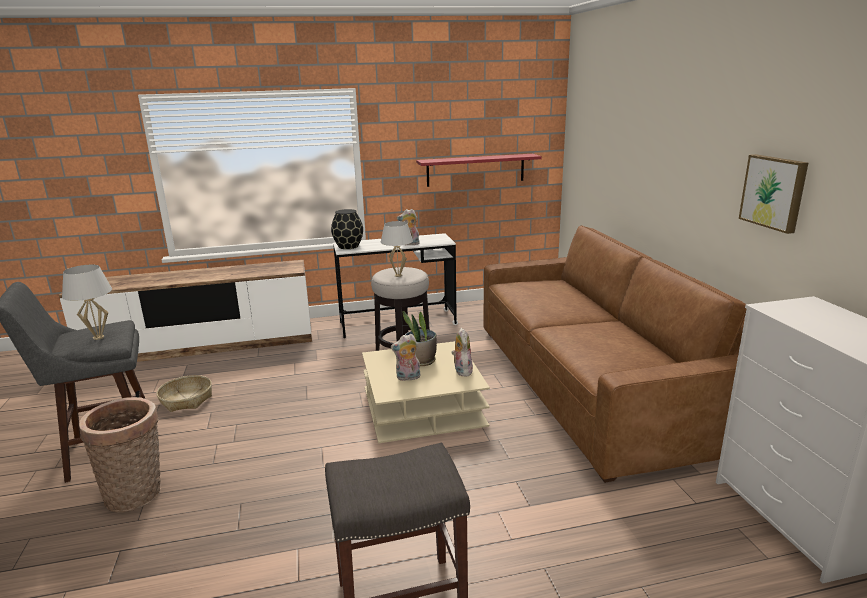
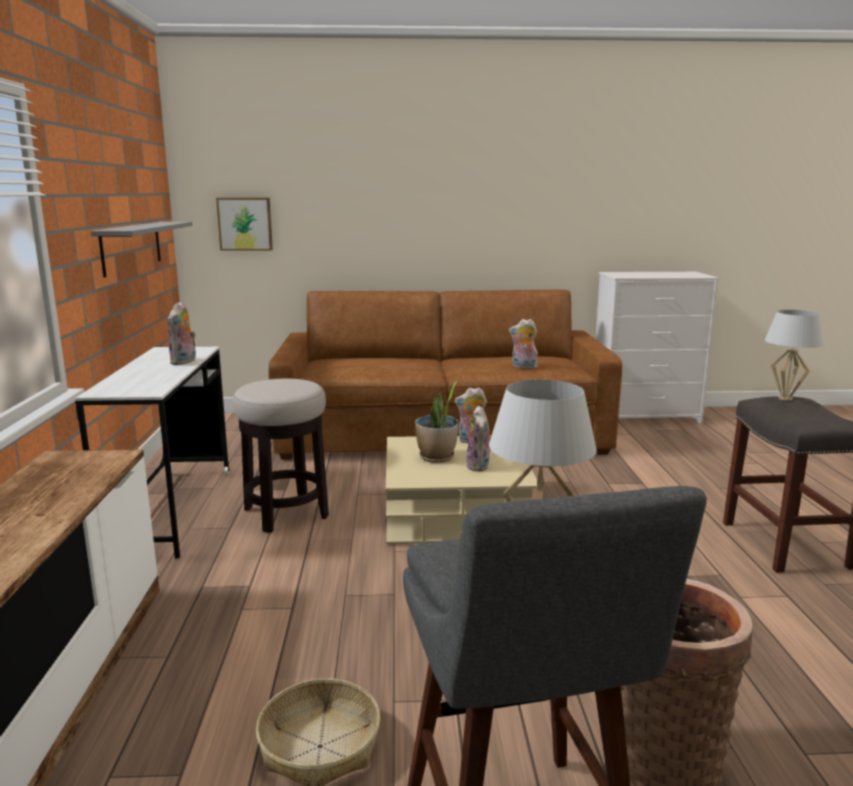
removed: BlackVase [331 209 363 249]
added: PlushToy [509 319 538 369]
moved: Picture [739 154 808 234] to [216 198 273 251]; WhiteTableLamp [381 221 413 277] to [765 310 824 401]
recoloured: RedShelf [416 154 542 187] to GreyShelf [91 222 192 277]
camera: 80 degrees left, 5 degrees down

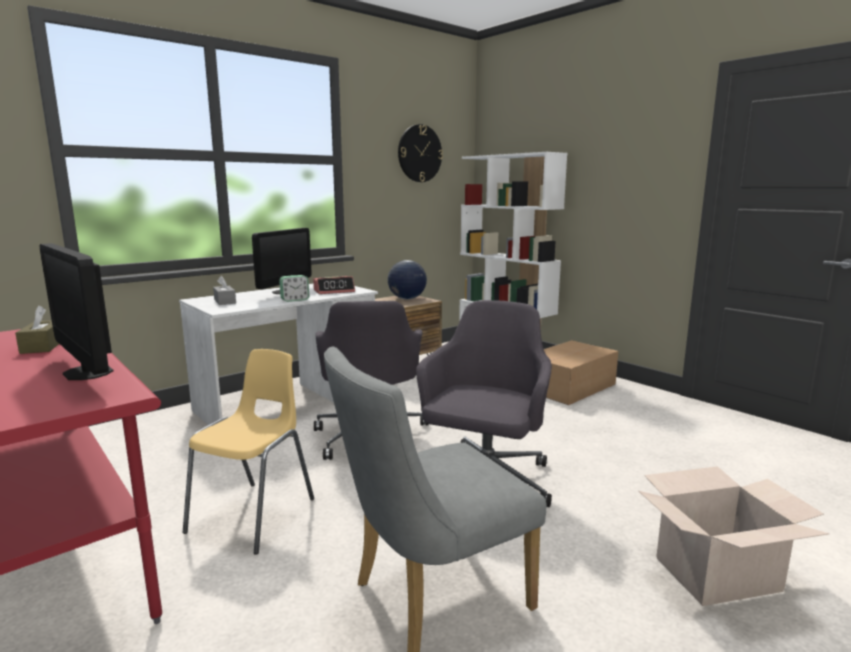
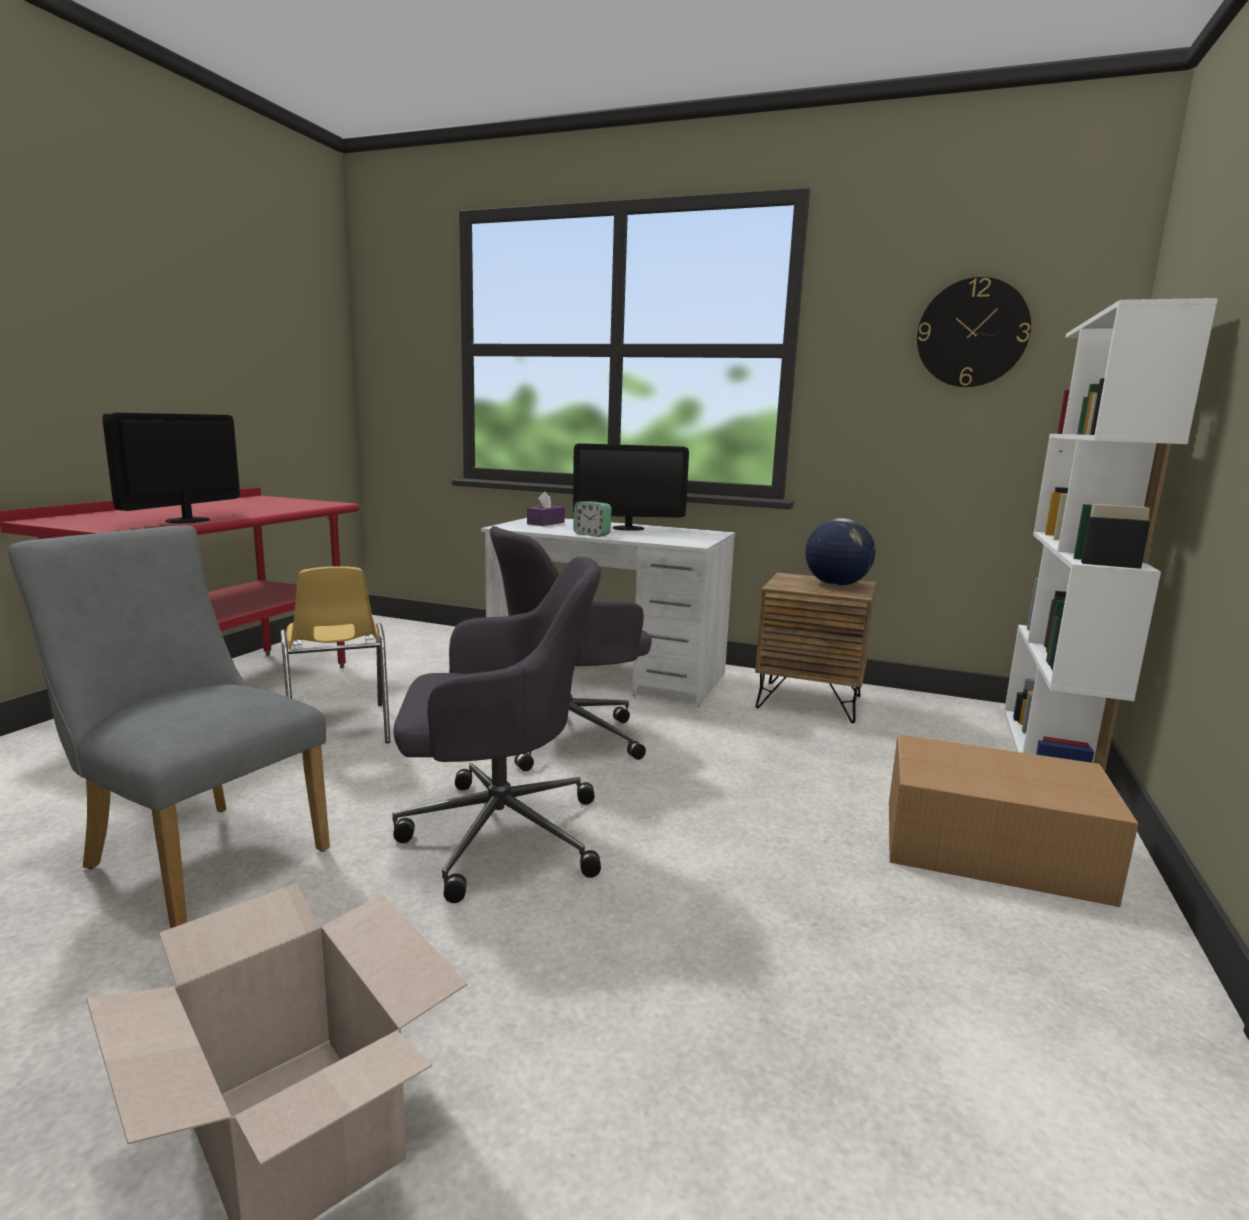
removed: AlarmClock [313 276 355 294]; BrownTissueBox [15 305 59 354]
recoloured: GreyTissueBox [213 276 236 305] to PurpleTissueBox [527 492 565 526]
turned: YellowChair [182 349 314 554] = [280 566 390 743] 75 degrees clockwise
camera: 60 degrees right, 0 degrees up

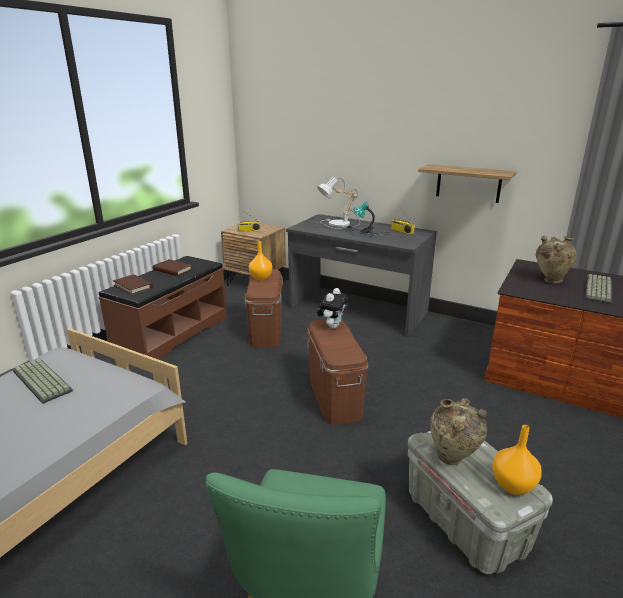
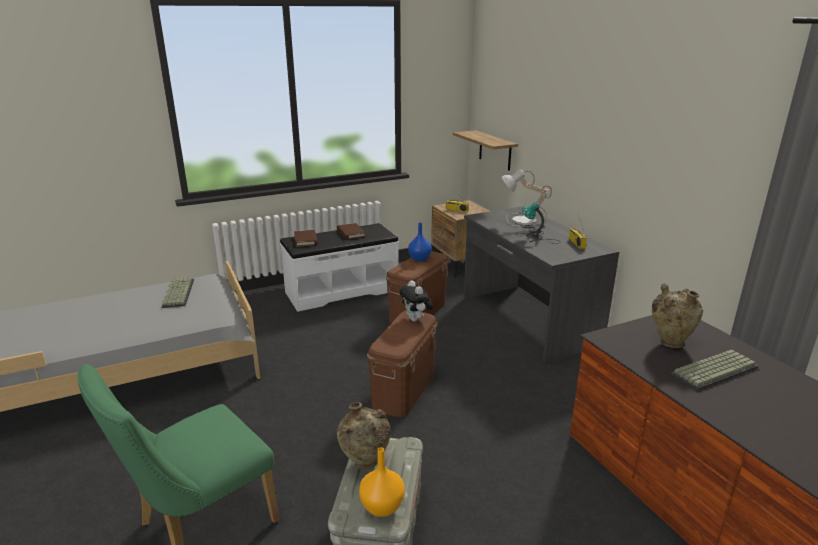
moved: Shelf [418 164 516 203] to [453 130 518 171]
recoloured: OrangeVase [249 241 272 280] to BlueVase [408 222 432 261]; BrownBench [99 256 227 360] to WhiteBench [280 223 399 312]
turned: PlushToy [317 288 349 329] = [399 280 433 322] 90 degrees clockwise
camera: 35 degrees right, 0 degrees up

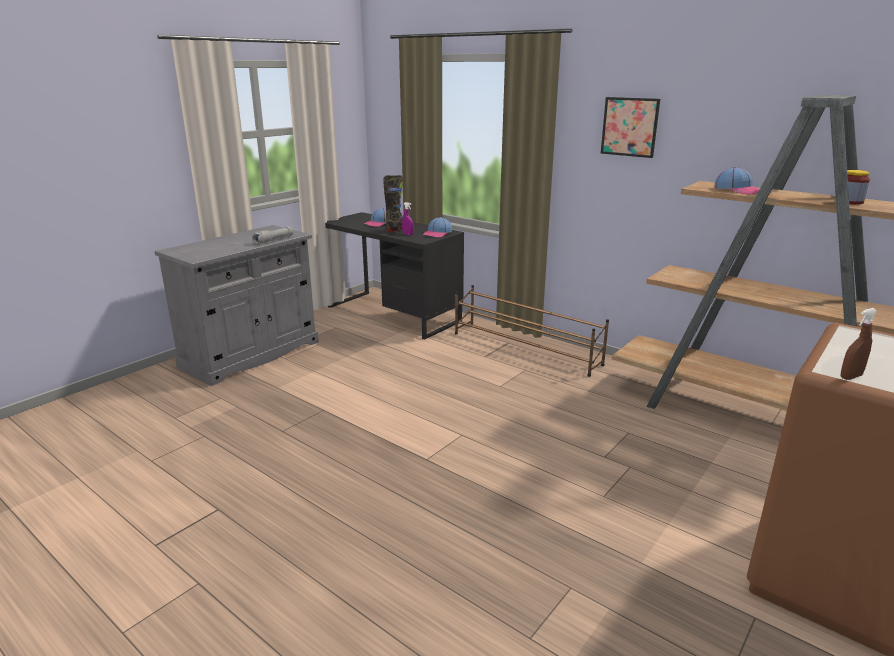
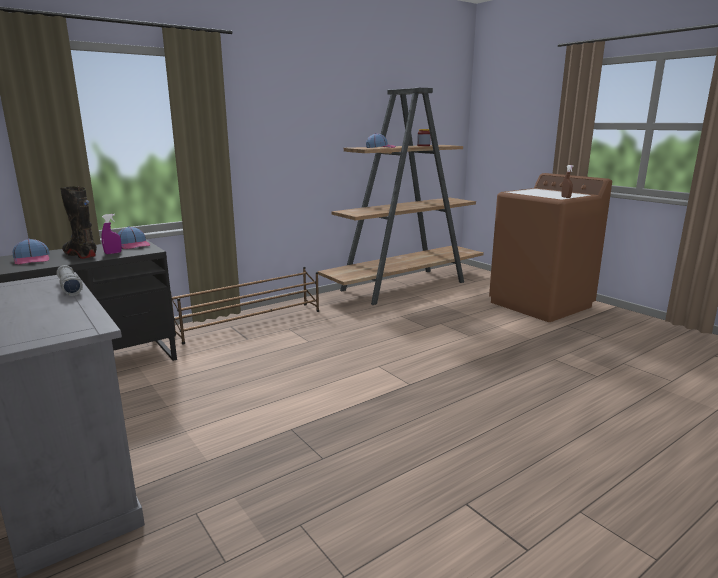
removed: Picture [601 97 660 158]
camera: 75 degrees left, 5 degrees down

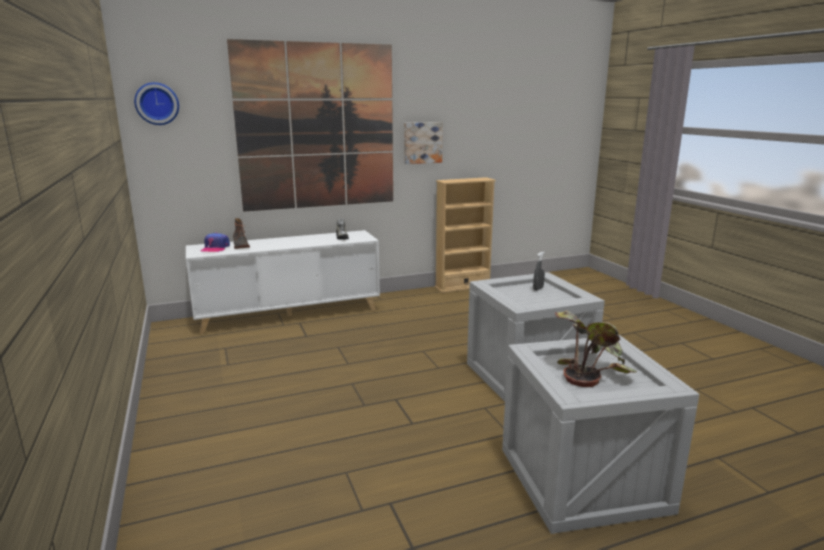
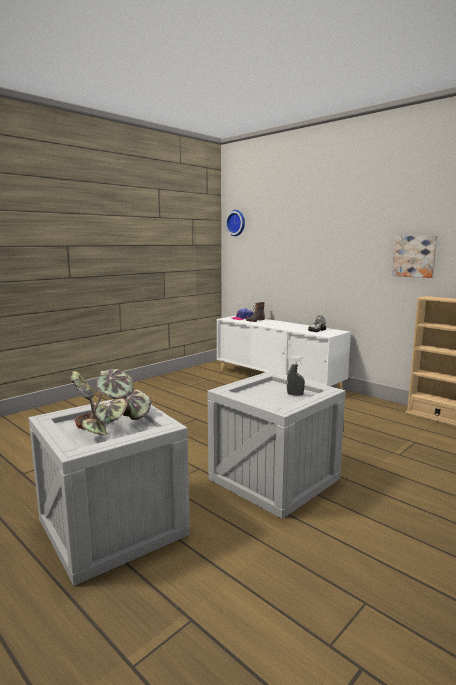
removed: Picture [227 39 393 212]
camera: 65 degrees right, 5 degrees down

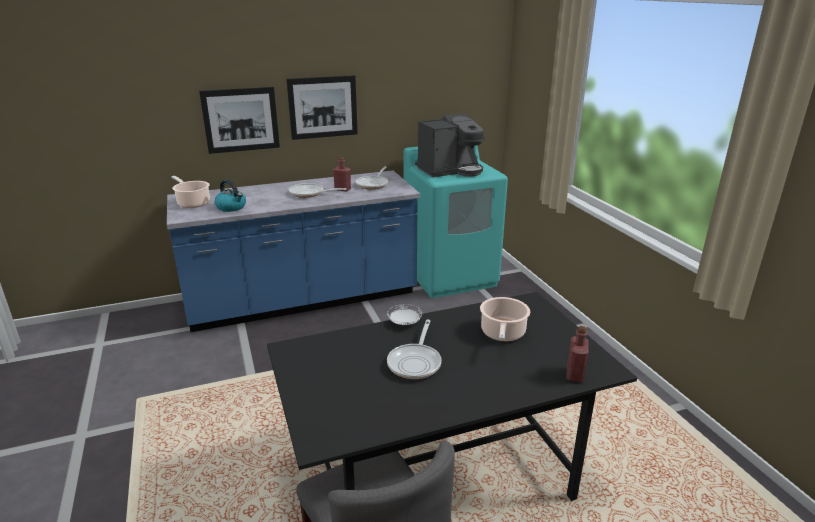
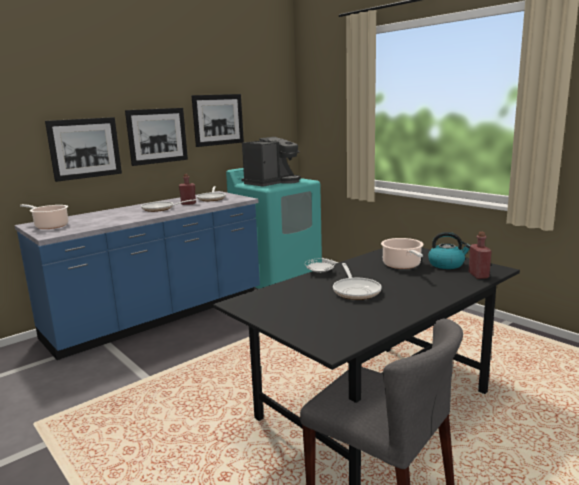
added: Picture [191 94 244 147]
moved: Kettle [215 179 246 212] to [428 232 470 269]
camera: 20 degrees left, 10 degrees down

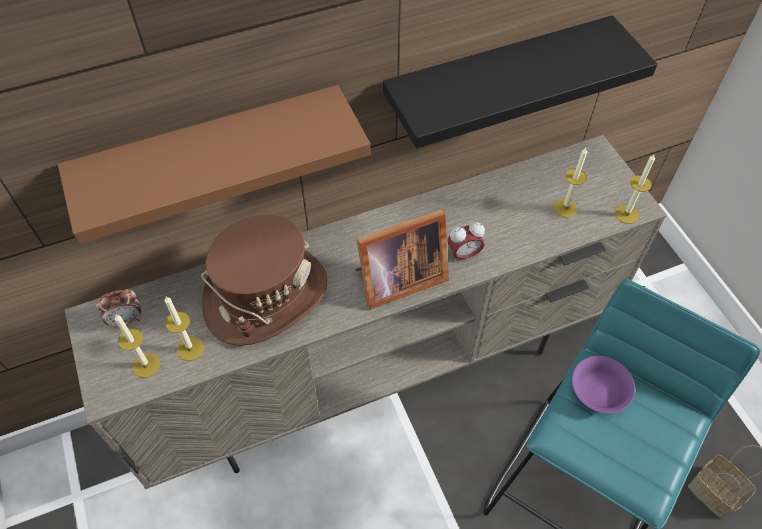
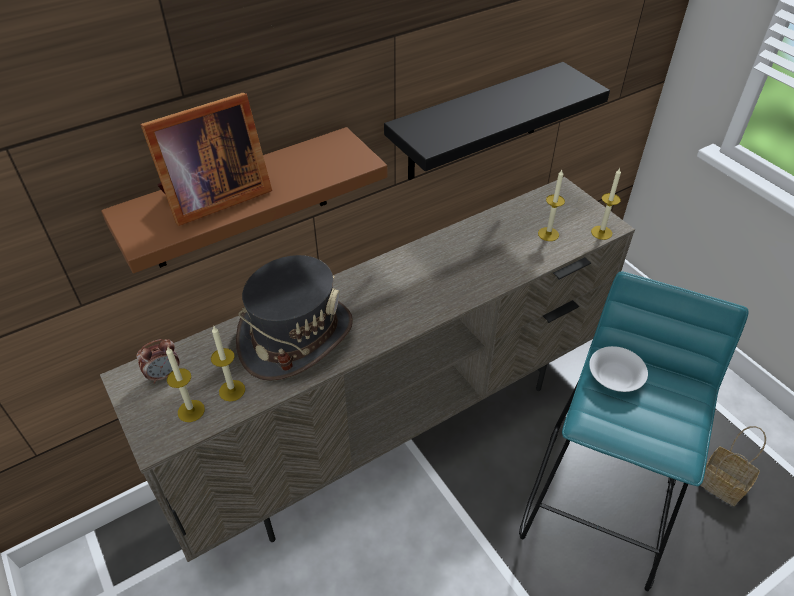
removed: AlarmClock [447 222 485 262]
moved: PictureFrame [356 209 449 310] to [141 92 272 226]
recoloured: BrownHat [201 215 327 346] to GreyHat [236 255 353 381]; PurpleBowl [572 356 635 413] to WhiteBowl [589 346 648 392]
camera: 10 degrees left, 10 degrees down

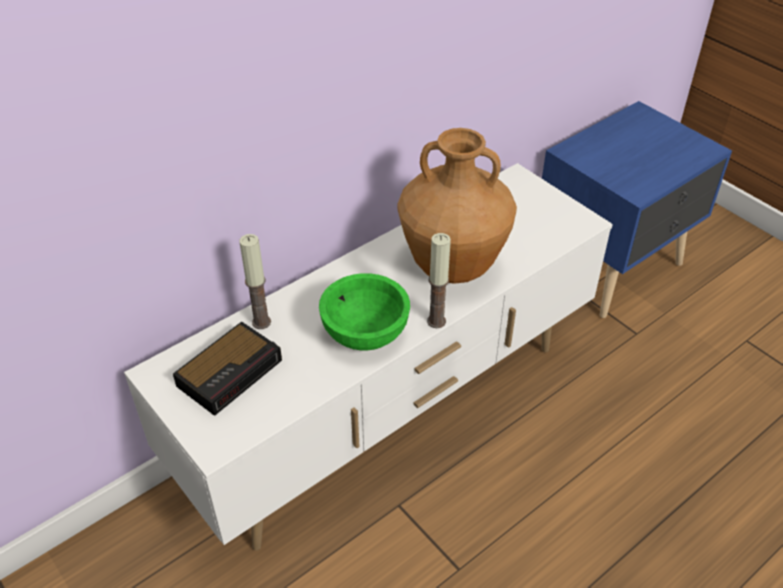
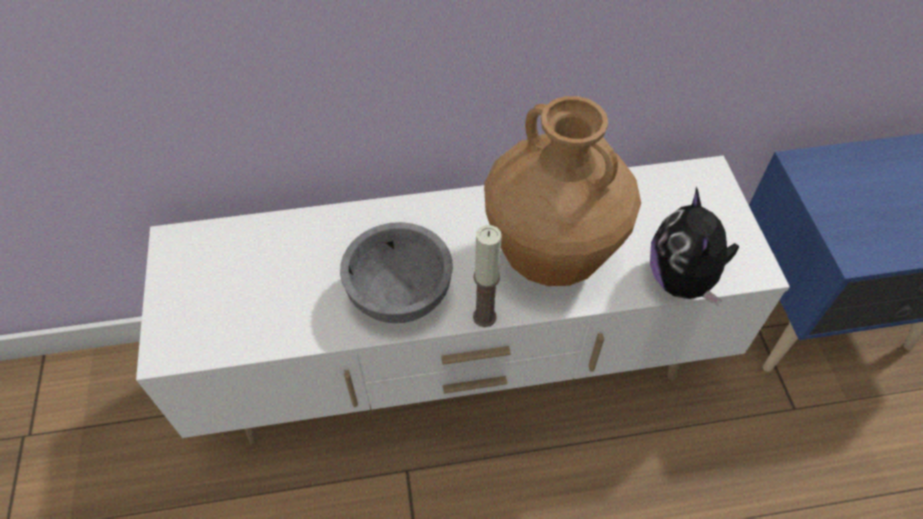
removed: Candle [240 234 271 329]; AlarmClock [173 322 282 416]
added: PlushToy [650 187 739 306]
recoloured: GreenBowl [319 273 410 350] to GreyBowl [340 222 453 323]
camera: 30 degrees right, 10 degrees up

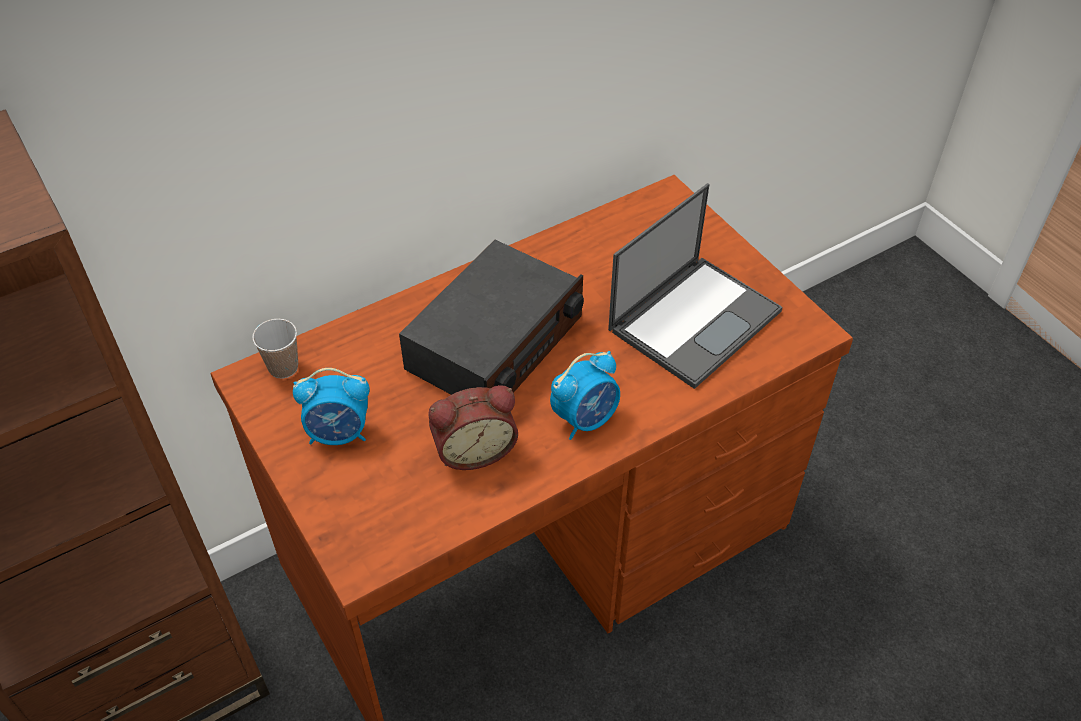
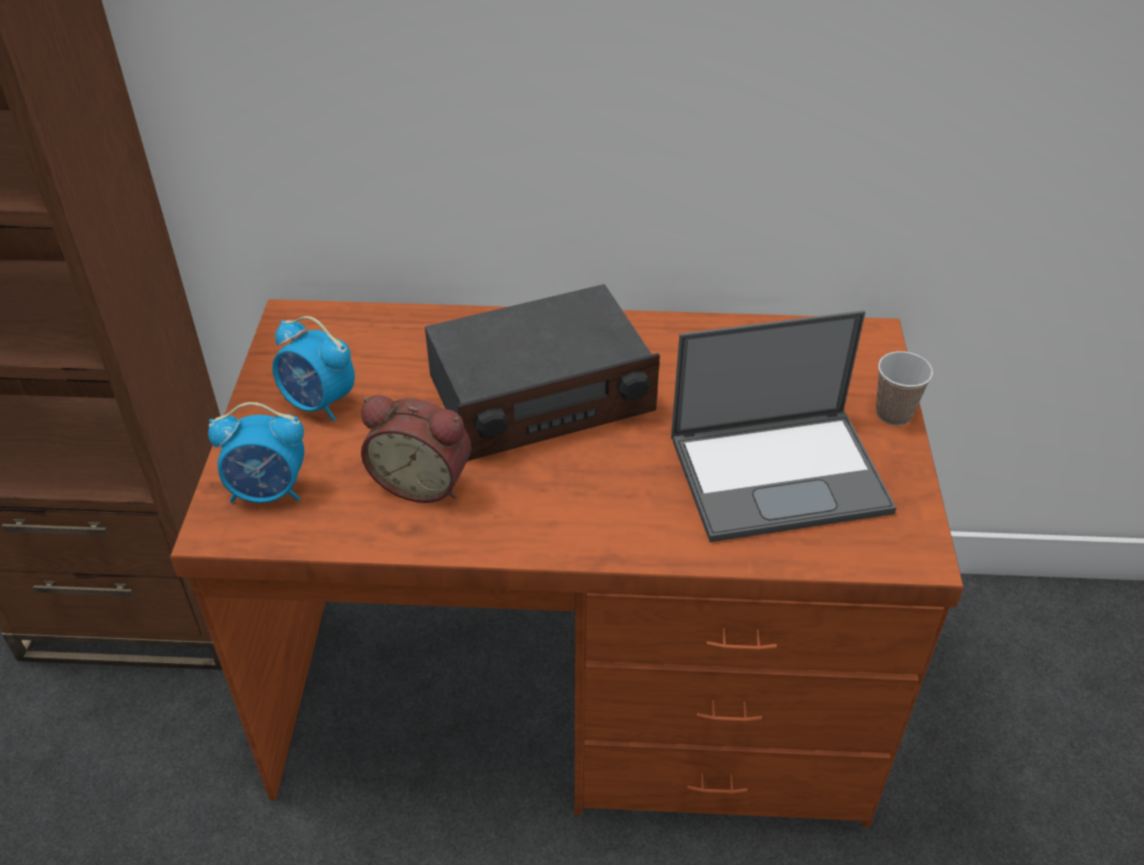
moved: Cup [252 319 298 379] to [876 351 933 426]; AlarmClock [550 351 620 440] to [208 402 304 503]
camera: 35 degrees right, 5 degrees down

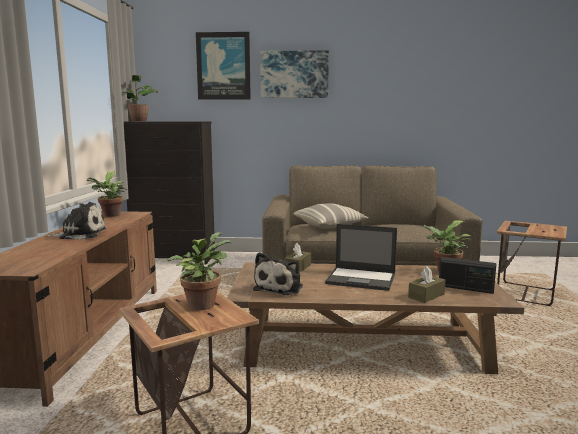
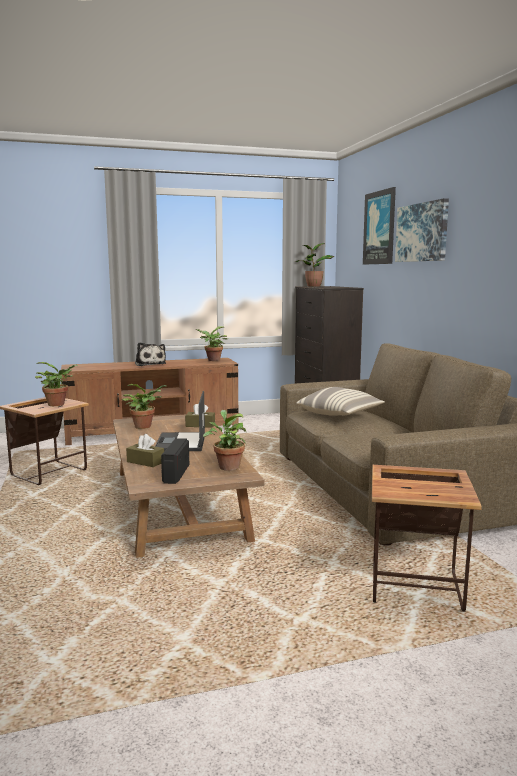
replaced: PlushToy [253 252 303 295] to PottedPlant [122 384 168 429]
camera: 70 degrees right, 0 degrees up

